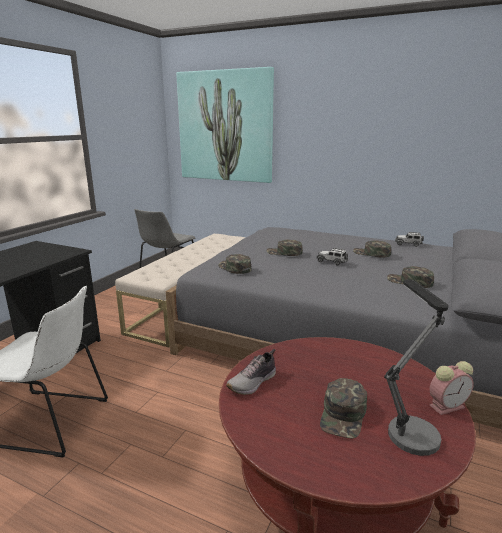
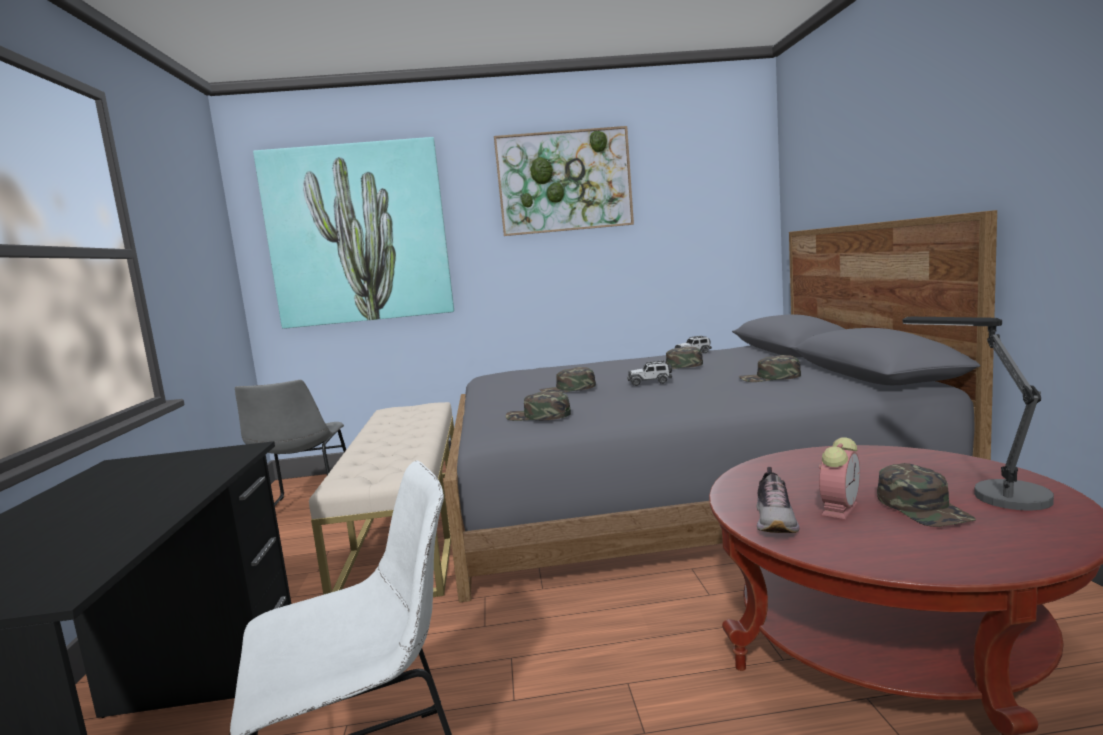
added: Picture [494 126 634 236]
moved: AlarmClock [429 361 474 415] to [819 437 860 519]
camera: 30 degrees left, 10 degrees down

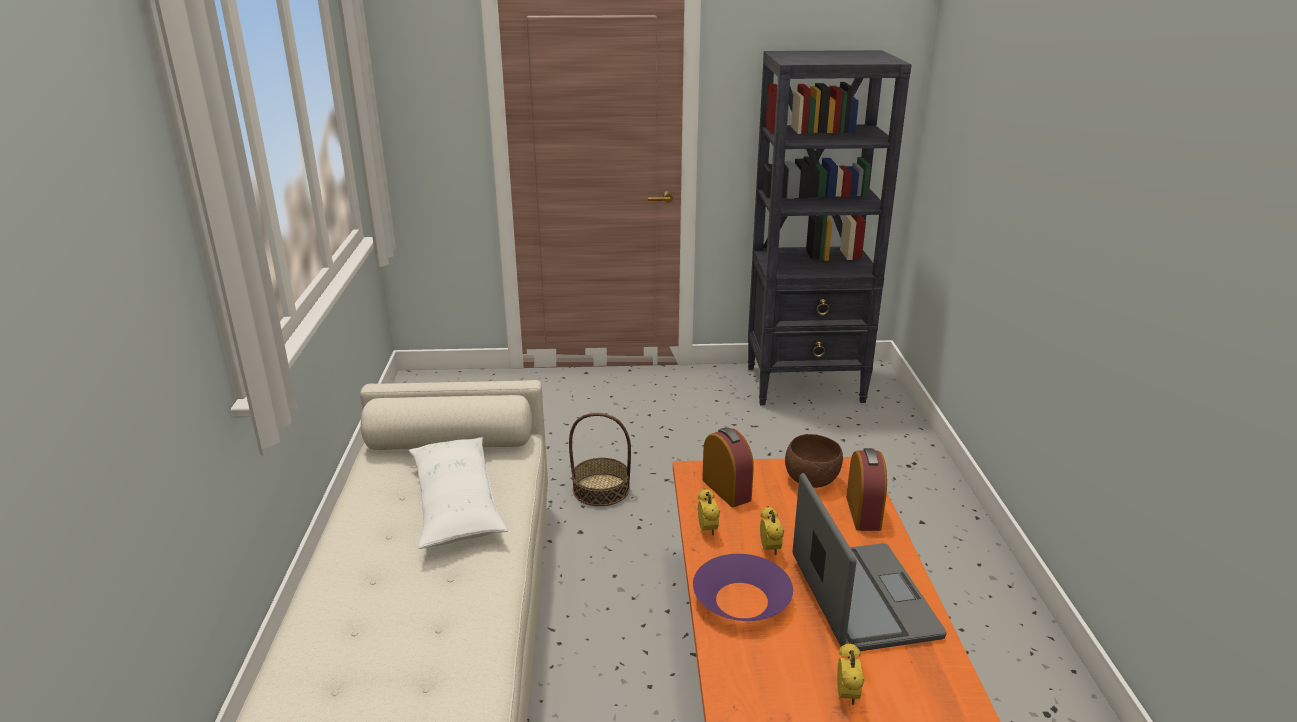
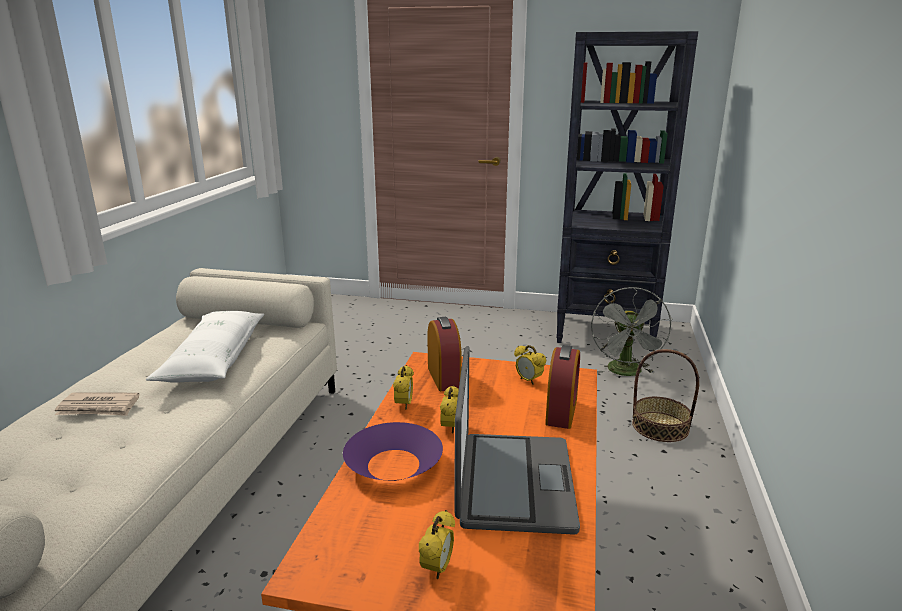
added: GreyFan [591 287 672 376]; Newspaper [55 392 139 416]
moved: Basket [569 413 631 506] to [632 349 699 442]
replaced: BrownBowl [785 434 843 488] to AlarmClock [514 345 546 385]
camera: 15 degrees right, 5 degrees down

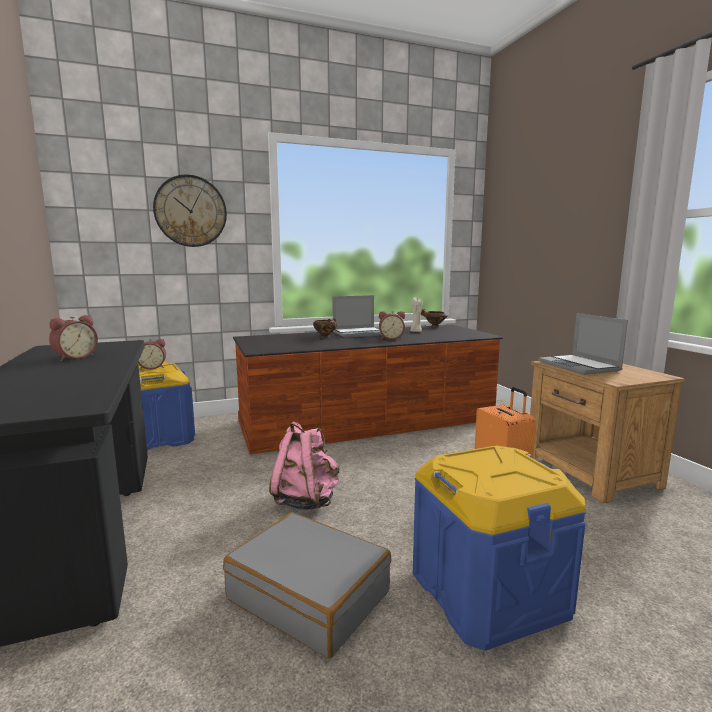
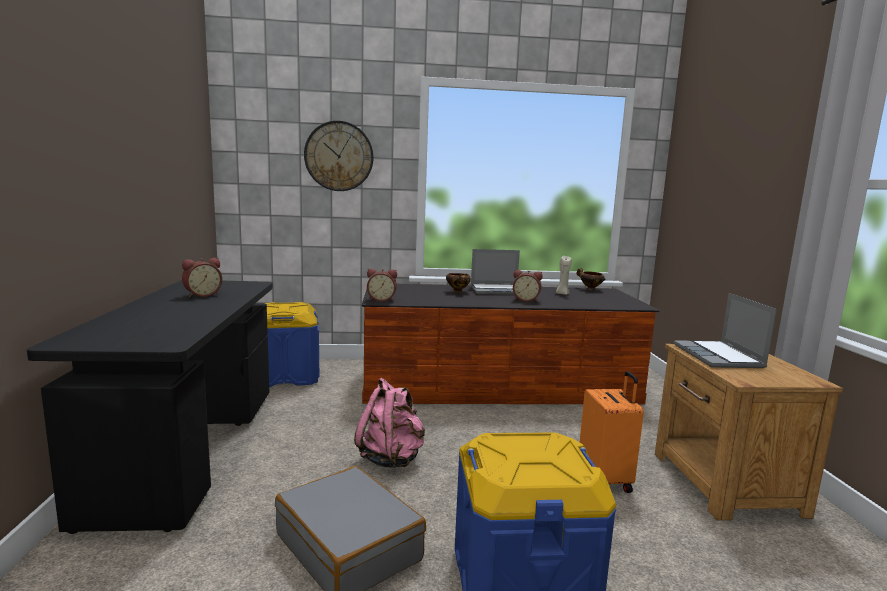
moved: AlarmClock [138 339 166 370] to [367 269 397 302]
camera: 15 degrees right, 0 degrees up

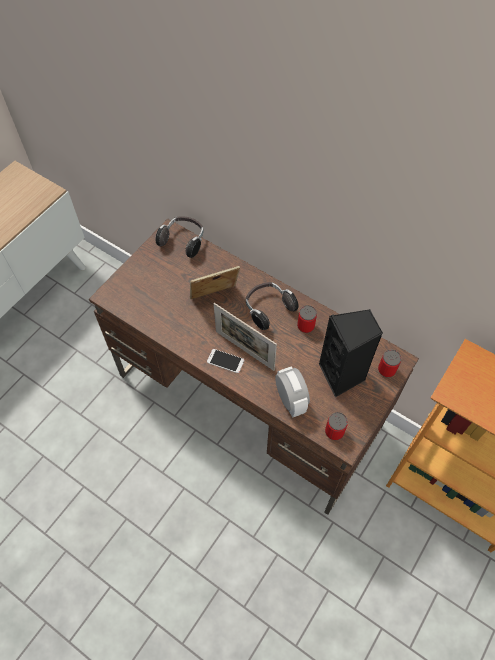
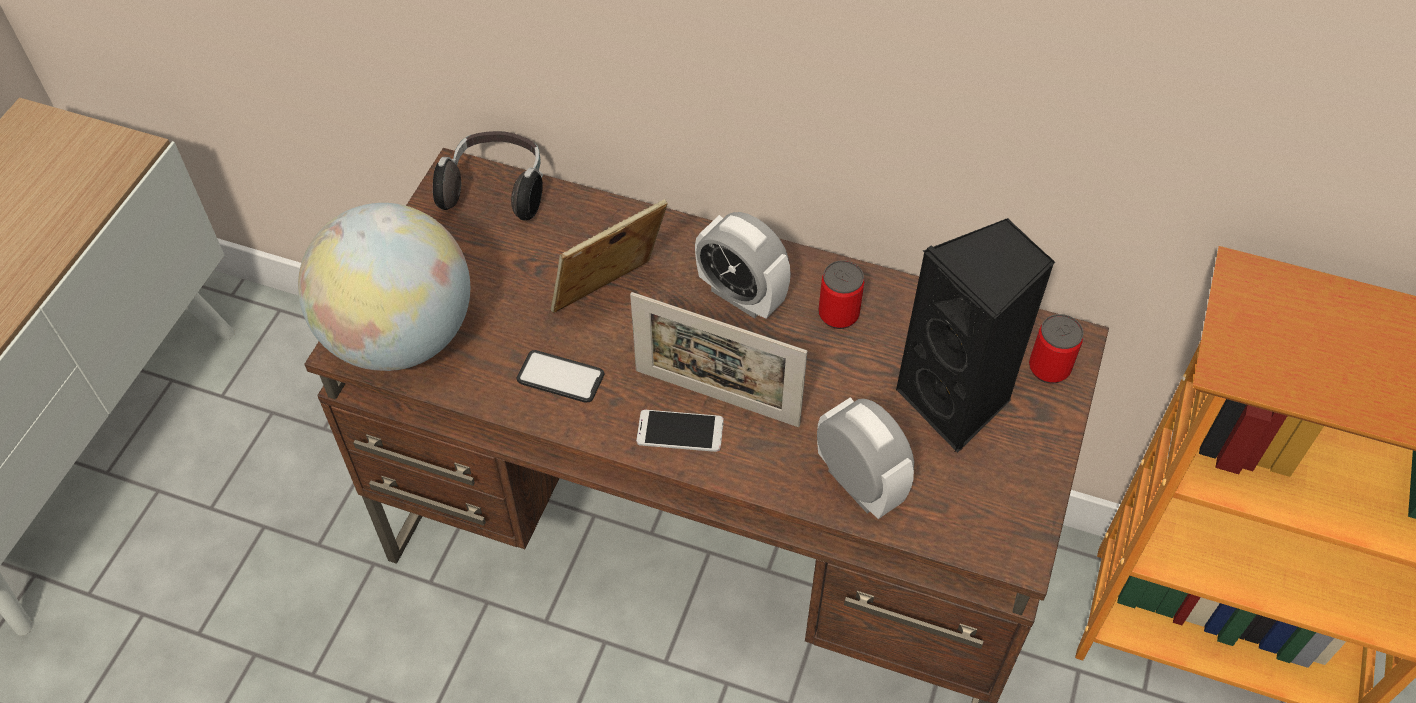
removed: Can [325 412 348 440]
added: Globe [298 203 470 371]; Phone [516 350 605 402]
replaced: Headphones [246 282 299 330] to AlarmClock [695 212 791 319]
camera: 15 degrees left, 5 degrees down

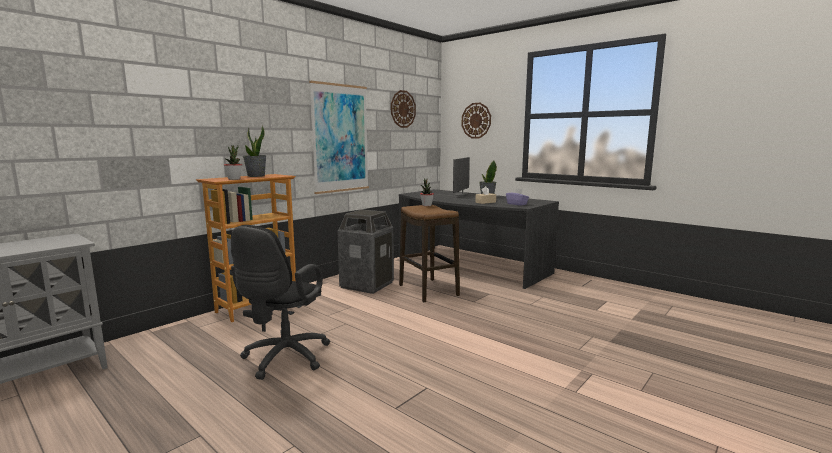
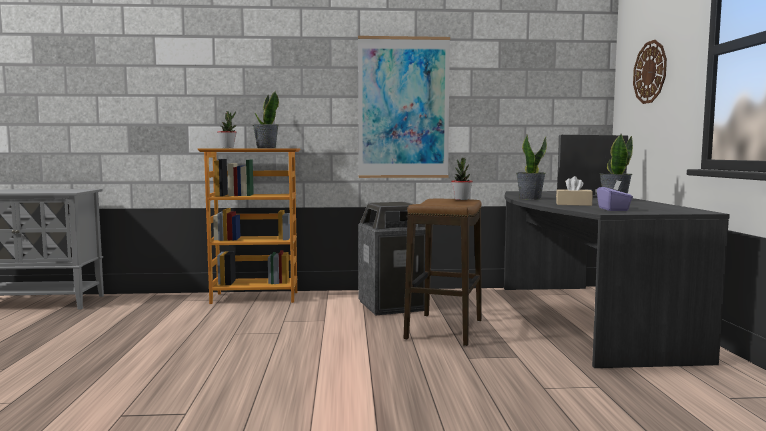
removed: WallClock [391 90 416 128]; BlackOfficeChair [231 225 330 380]
added: PottedPlant [516 135 547 200]
camera: 45 degrees right, 5 degrees down

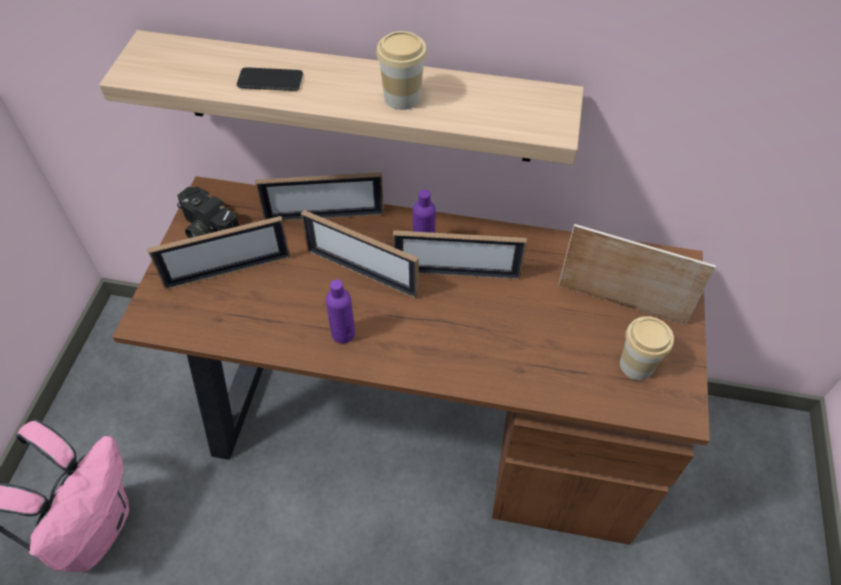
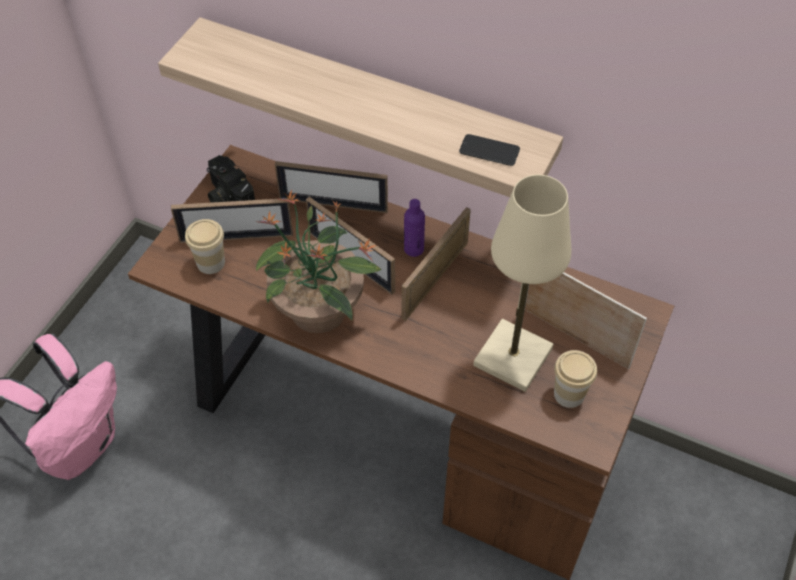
added: BeigeTableLamp [473 175 571 392]
moved: Cup [376 31 427 110] to [185 219 225 274]; Phone [237 67 303 91] to [459 134 520 166]
replaced: PurpleBottle [326 279 355 343] to PottedPlant [256 190 381 333]
turned: PictureFrame [393 230 527 280] = [402 207 471 321] 105 degrees clockwise
camera: 15 degrees right, 0 degrees up

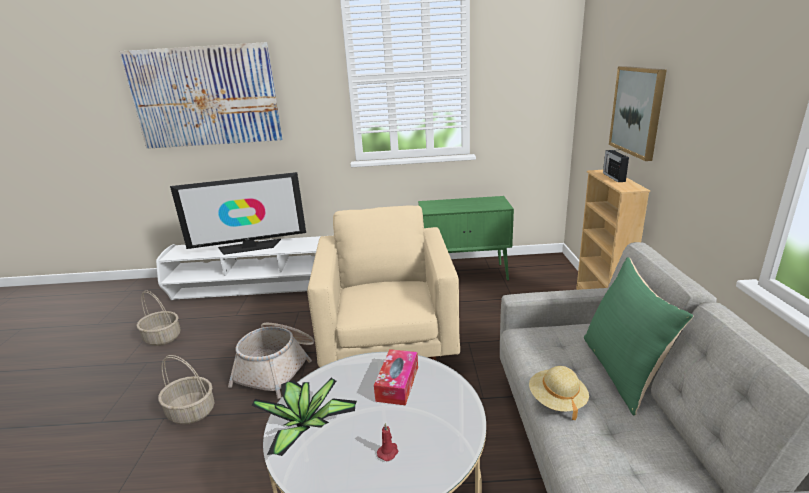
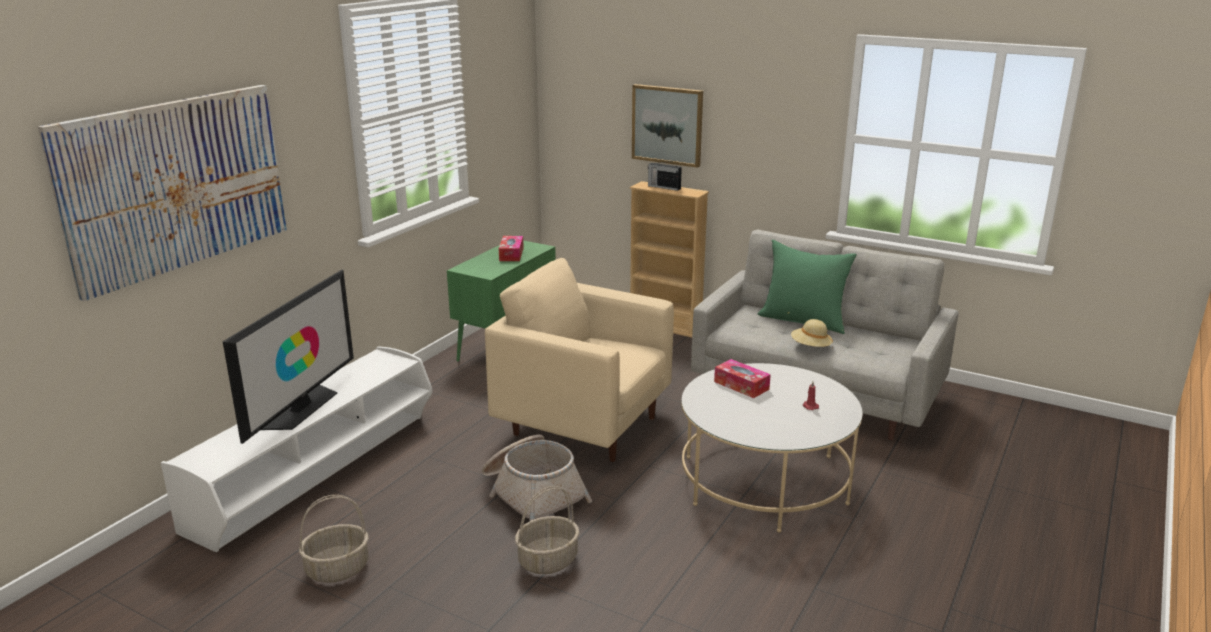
removed: PottedPlant [252 378 357 456]
added: TissueBox [499 236 524 261]
camera: 60 degrees left, 0 degrees up

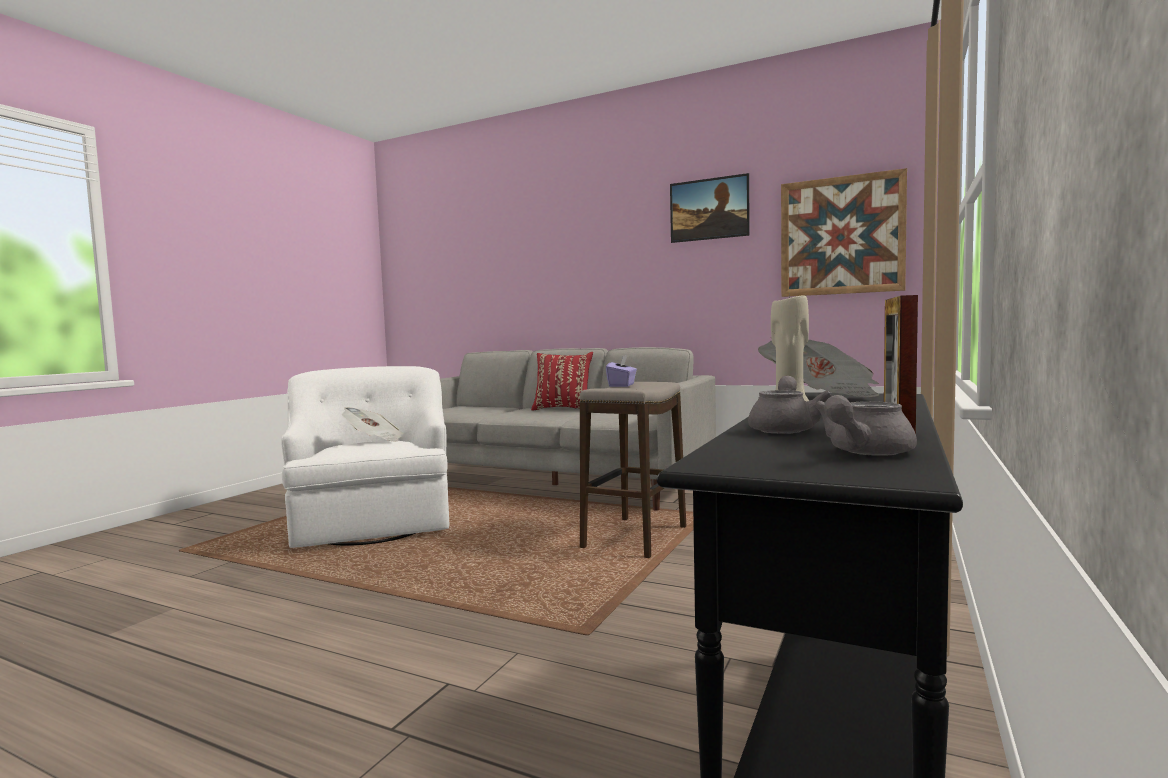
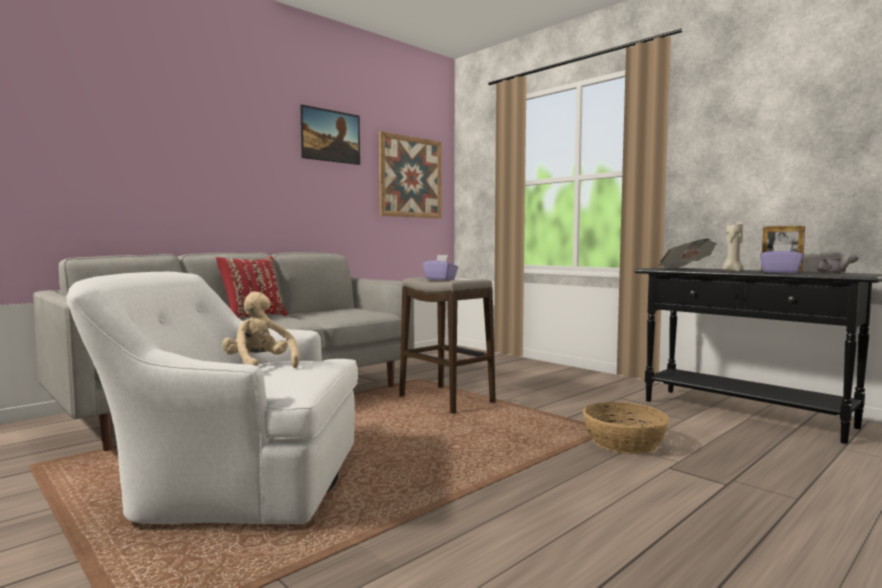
added: Basket [583 402 670 454]
replaced: GreyTeapot [748 376 831 434] to PurpleTissueBox [760 244 803 273]; Newspaper [342 407 403 442] to BeigePlushToy [222 291 299 368]
camera: 70 degrees left, 0 degrees up

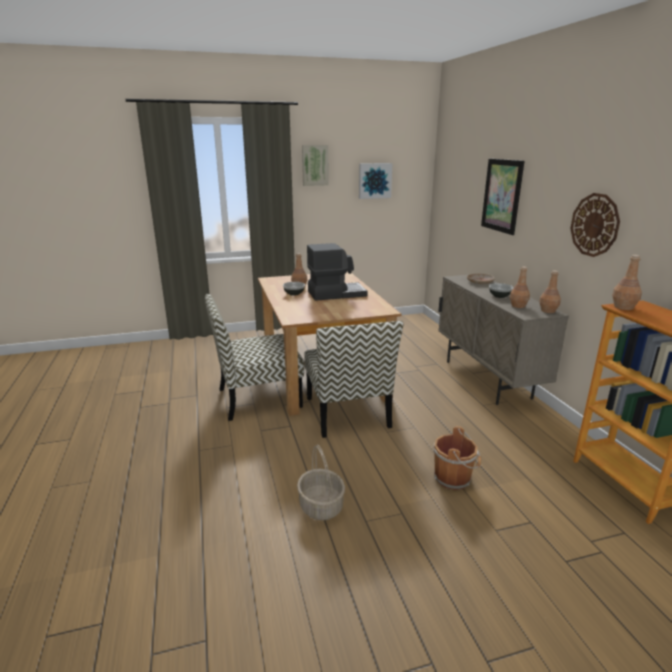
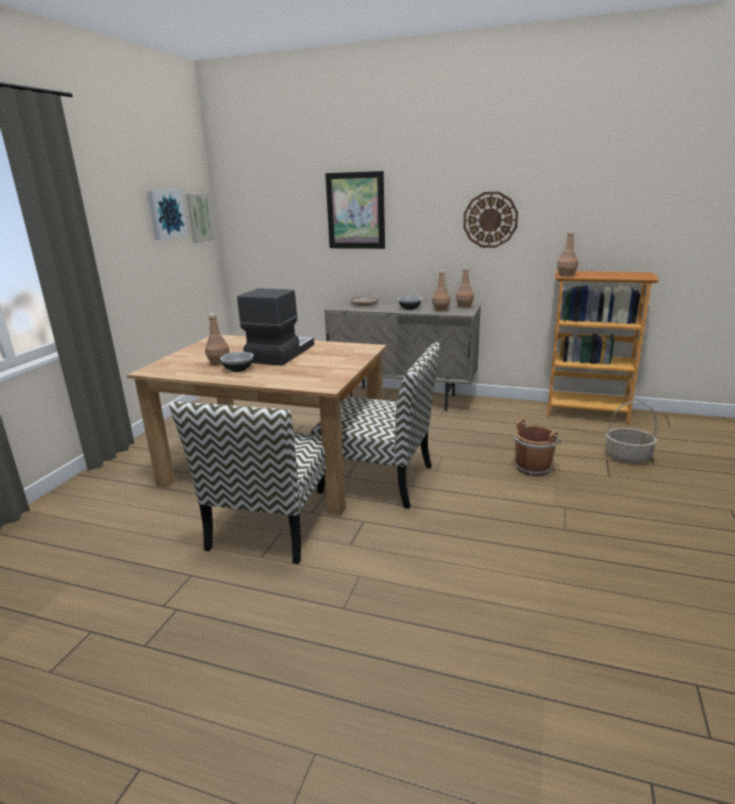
moved: Picture [302 145 329 186] to [186 193 214 243]; Basket [297 445 345 520] to [605 401 658 464]
camera: 55 degrees left, 0 degrees up

